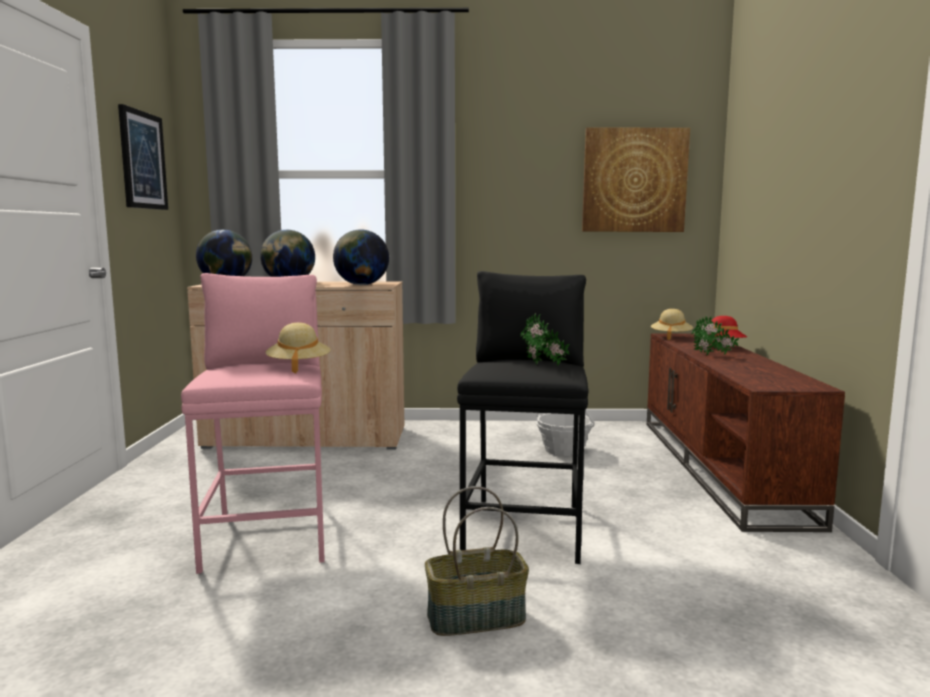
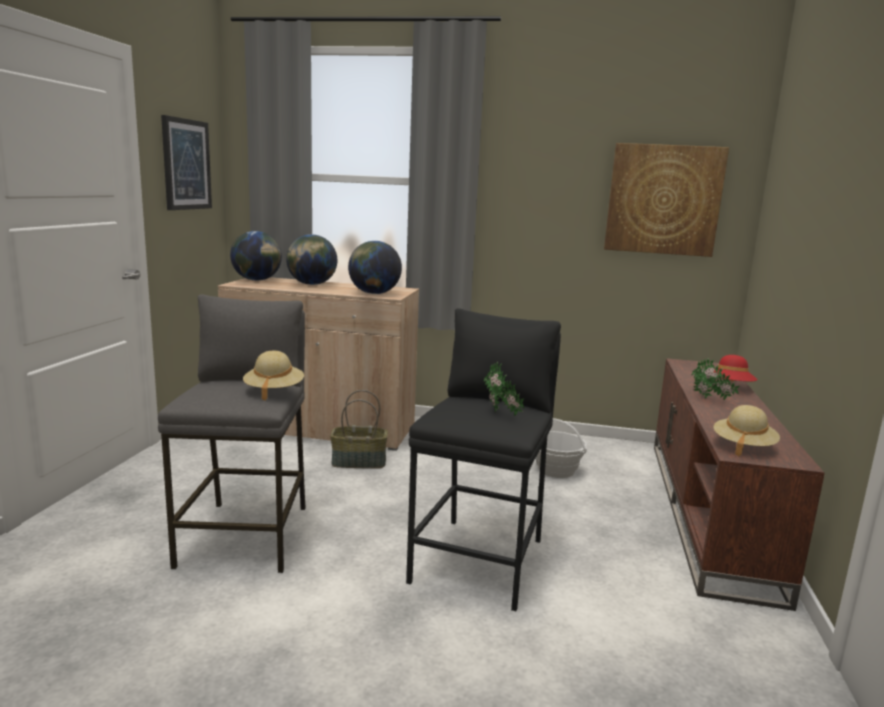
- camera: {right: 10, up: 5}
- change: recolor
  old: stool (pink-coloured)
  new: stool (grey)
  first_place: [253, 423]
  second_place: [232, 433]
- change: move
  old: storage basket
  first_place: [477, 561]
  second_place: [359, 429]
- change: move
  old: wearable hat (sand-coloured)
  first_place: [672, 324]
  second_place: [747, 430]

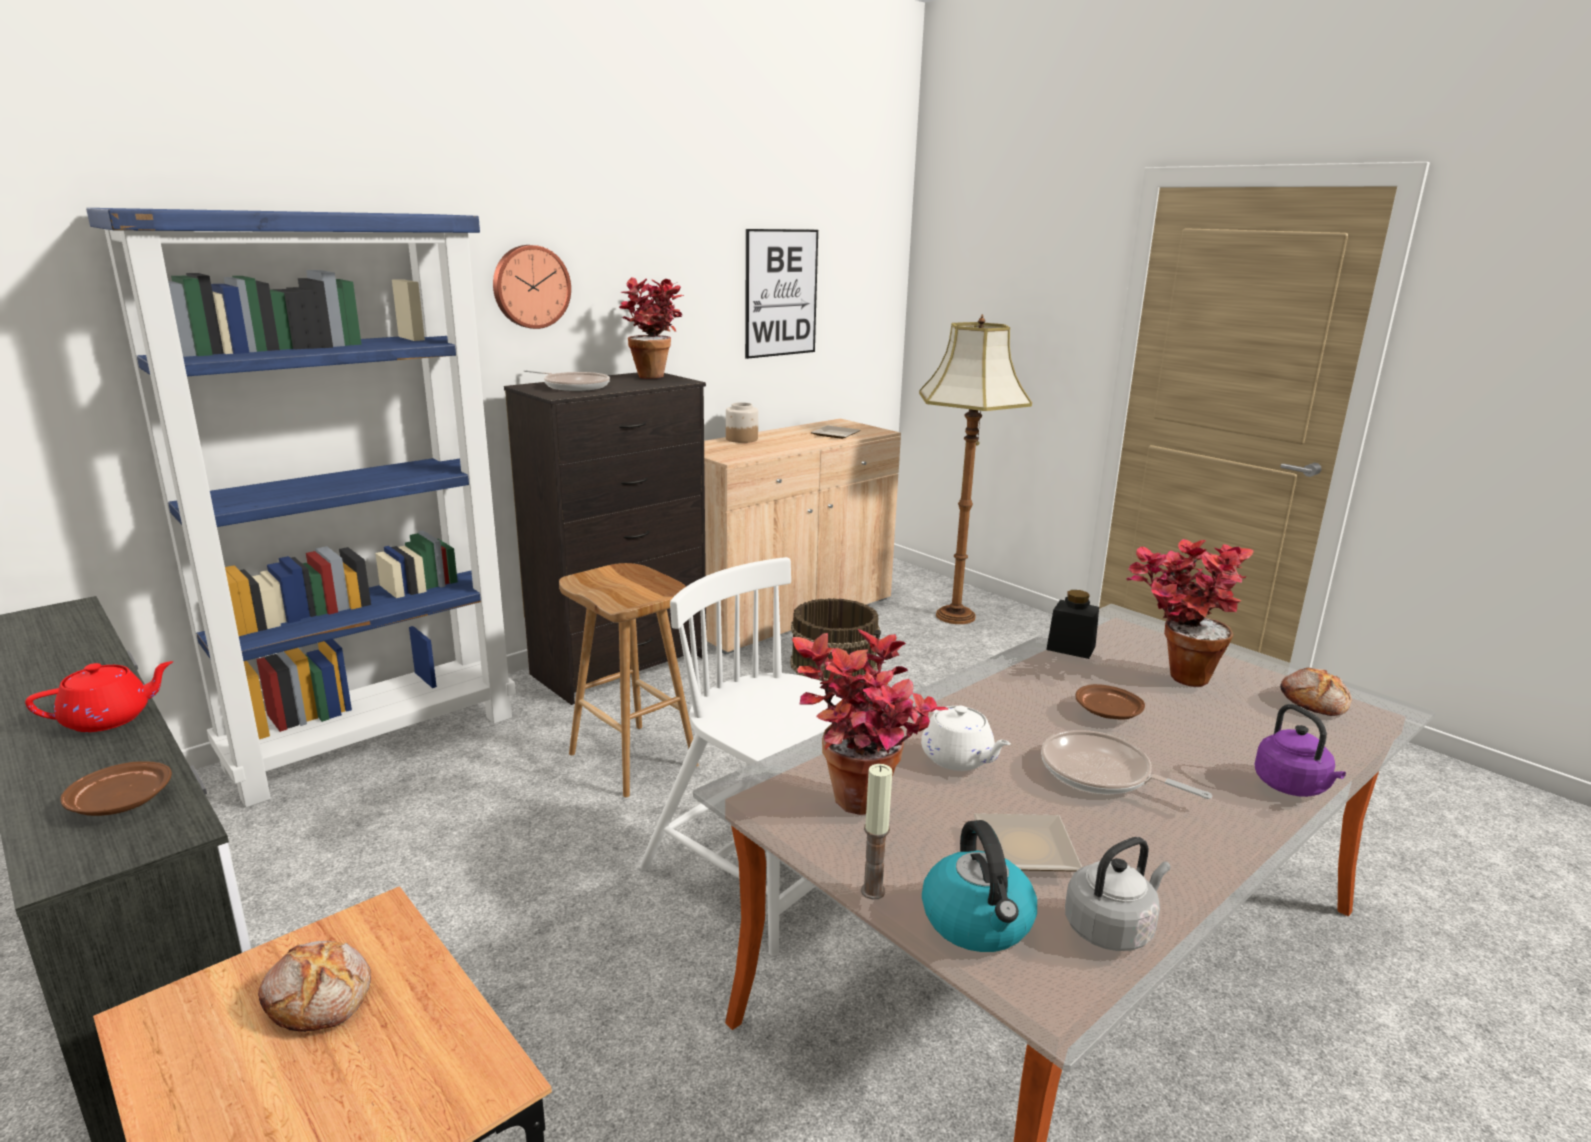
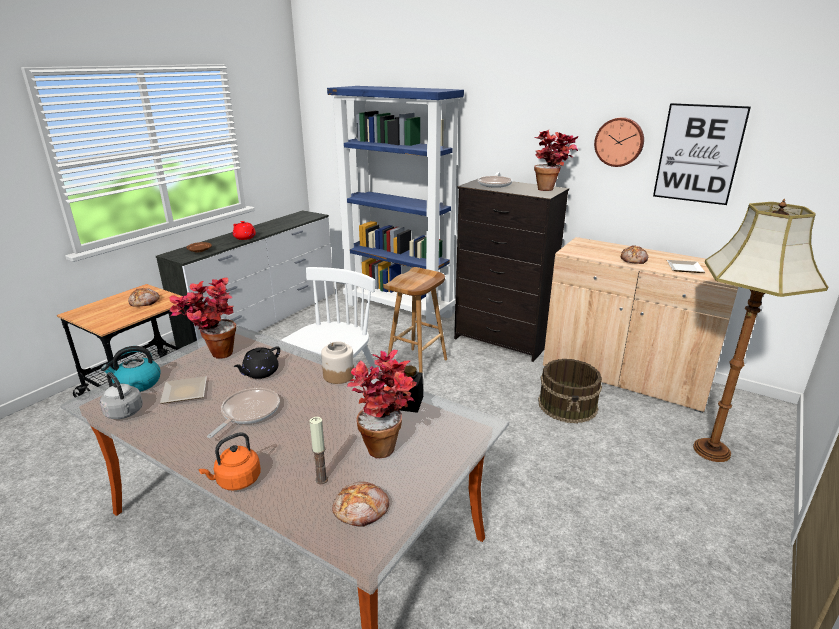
- camera: {right: 75, up: 5}
- change: recolor
  old: water kettle (purplish)
  new: water kettle (orange-coloured)
  first_place: [1300, 750]
  second_place: [230, 461]
- change: recolor
  old: teapot (white-coloured)
  new: teapot (black)
  first_place: [964, 738]
  second_place: [256, 362]
- change: move
  old: wax candle
  first_place: [876, 832]
  second_place: [319, 450]
- change: move
  old: preserve jar
  first_place: [742, 422]
  second_place: [337, 362]
- change: move
  old: clock on the wall
  first_place: [532, 287]
  second_place: [619, 142]
- change: insert
  new: bread
  second_place: [634, 254]
- change: delete
  old: dinner plate (brown)
  first_place: [1110, 701]

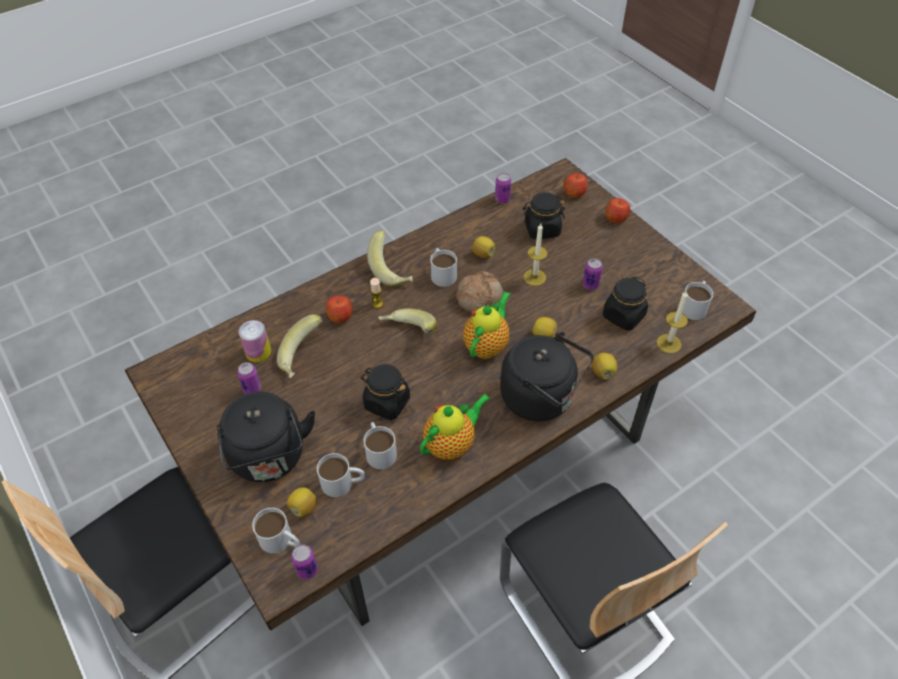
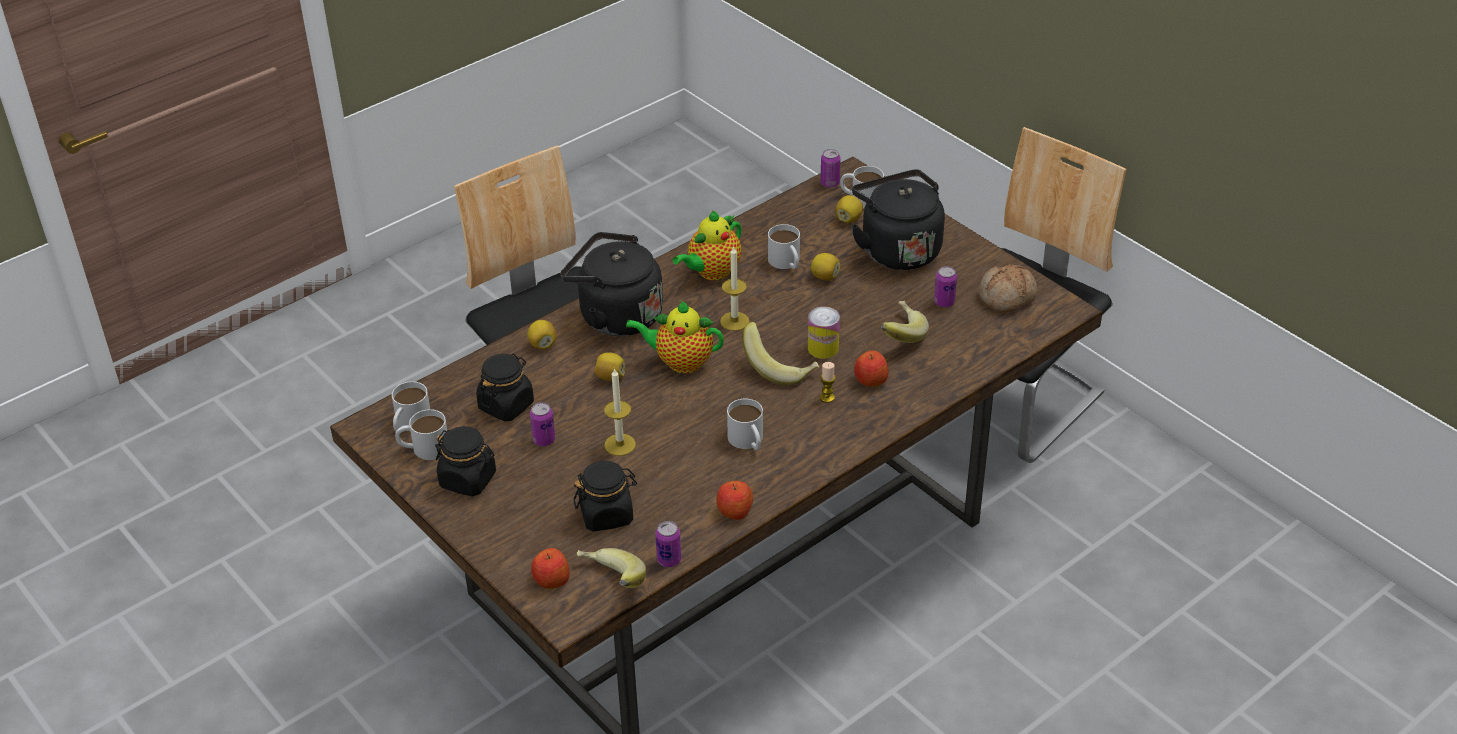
- camera: {right: 175, up: -10}
- change: move
  old: tea mug (white-coloured)
  first_place: [341, 475]
  second_place: [421, 434]
- change: move
  old: preserve jar (black)
  first_place: [385, 392]
  second_place: [465, 461]
- change: move
  old: whole banana
  first_place: [390, 258]
  second_place: [611, 568]
- change: rotate
  old: teapot
  first_place: [487, 325]
  second_place: [675, 337]
  degrees: 75
- change: move
  old: apple fruit
  first_place: [618, 210]
  second_place: [735, 500]
- change: move
  old: wax candle
  first_place: [672, 321]
  second_place: [734, 288]
- change: move
  old: can
  first_place: [255, 341]
  second_place: [824, 333]
- change: move
  old: citrus fruit
  first_place: [483, 247]
  second_place: [825, 267]
- change: move
  old: bread
  first_place: [480, 291]
  second_place: [1008, 288]

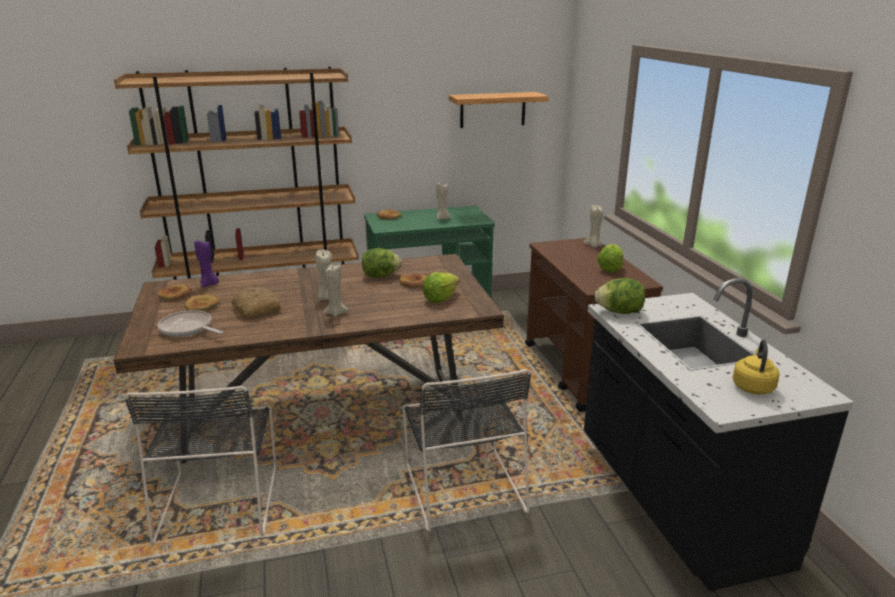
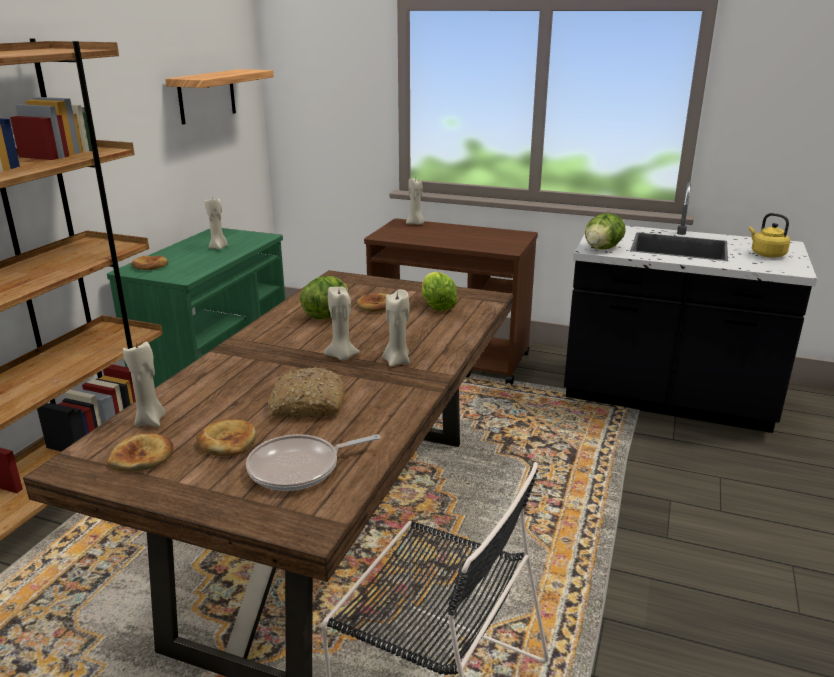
- camera: {right: -55, up: 0}
- change: recolor
  old: wax candle (purplish)
  new: wax candle (sand-coloured)
  first_place: [206, 263]
  second_place: [144, 384]
- change: delete
  old: plain chair (black)
  first_place: [467, 450]
- change: delete
  old: head of lettuce
  first_place: [610, 258]

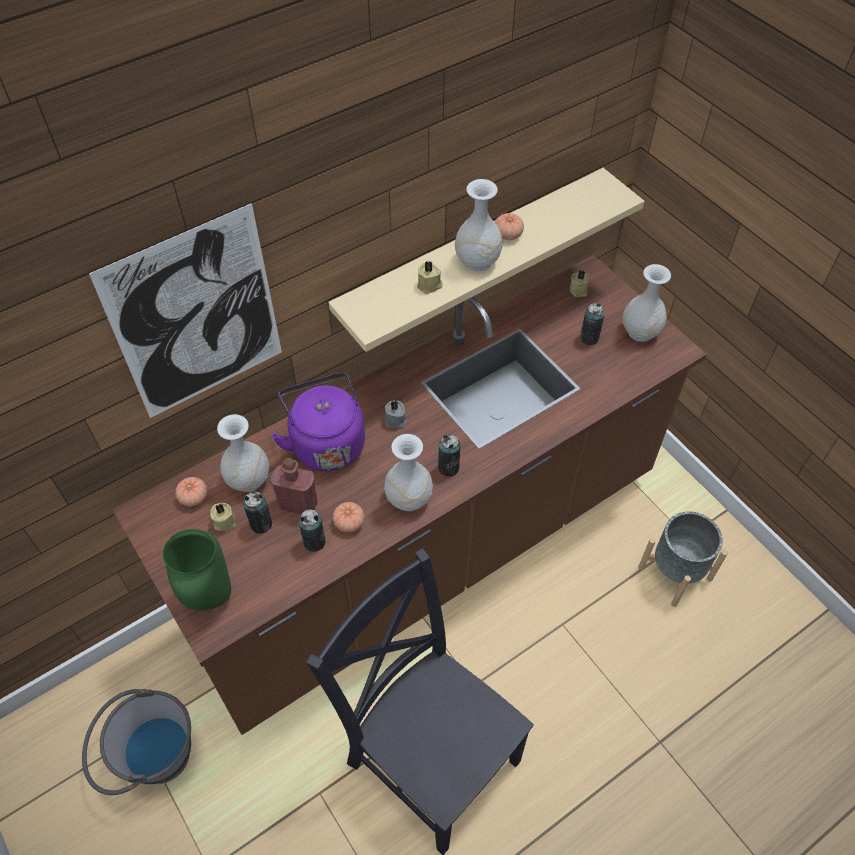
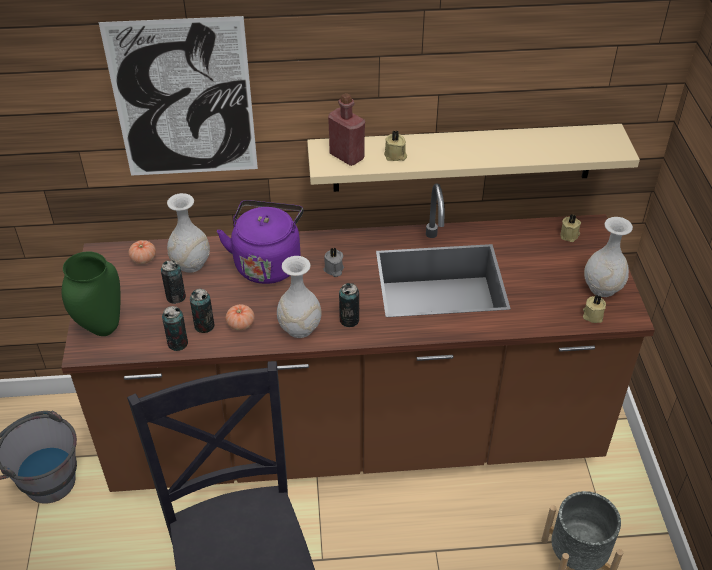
- camera: {right: 30, up: -10}
- change: move
  old: can
  first_place: [592, 324]
  second_place: [175, 328]
- change: move
  old: beverage bottle (red-coloured)
  first_place: [294, 486]
  second_place: [346, 129]
- change: move
  old: wax candle (sand-coloured)
  first_place: [223, 517]
  second_place: [594, 309]
- change: delete
  old: flower vase (white-coloured)
  first_place: [479, 225]
- change: delete
  old: fresh tomato
  first_place: [509, 226]

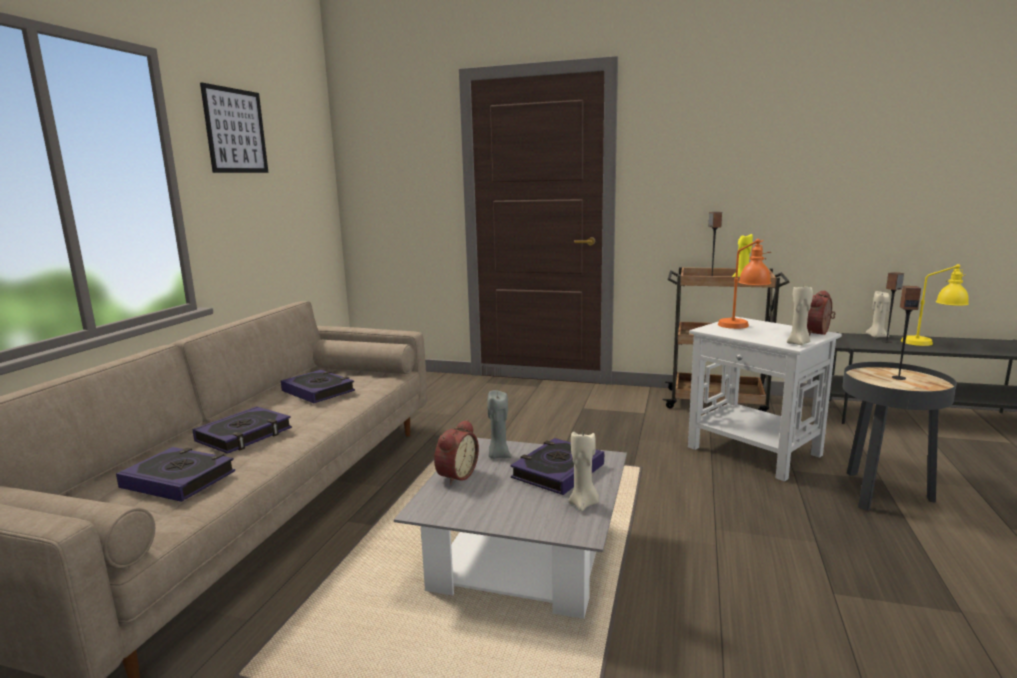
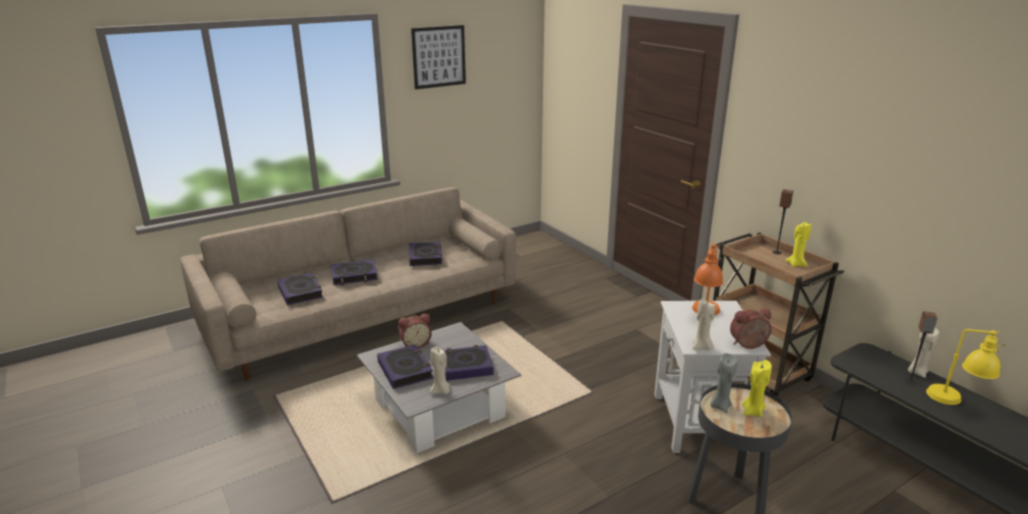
- camera: {right: 40, up: 10}
- change: insert
  new: book
  second_place: [405, 367]
- change: move
  old: wax candle (grey)
  first_place: [499, 424]
  second_place: [723, 383]
- change: replace
  old: loudspeaker
  new: wax candle (yellow)
  first_place: [906, 333]
  second_place: [757, 388]

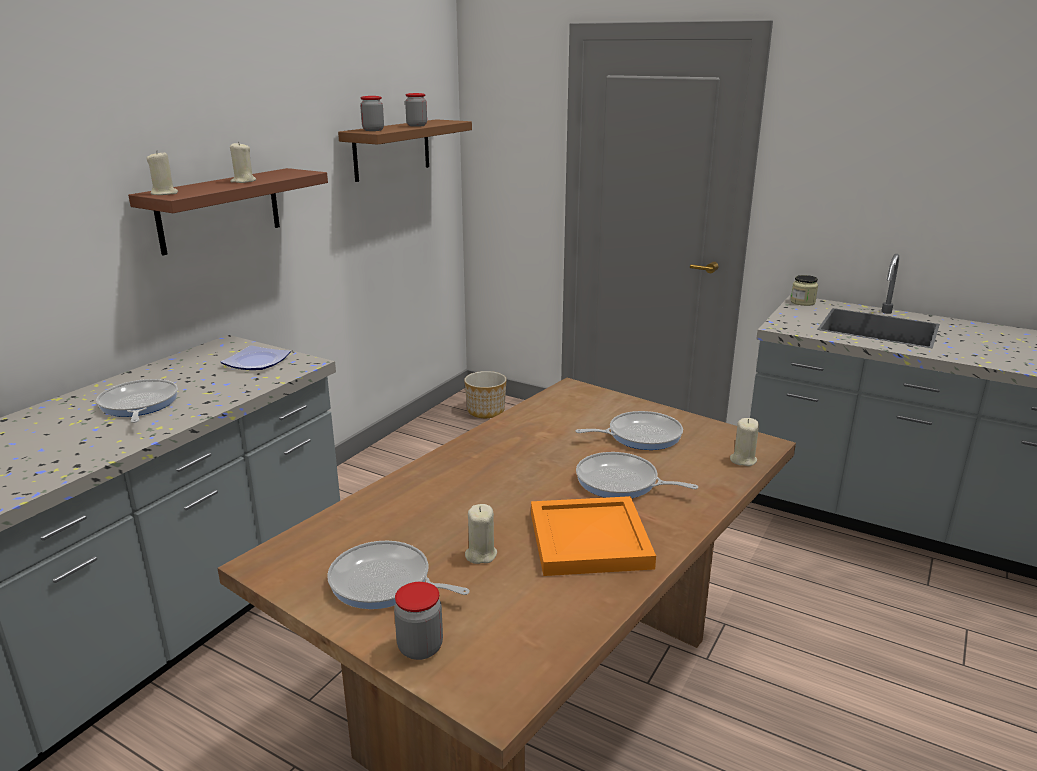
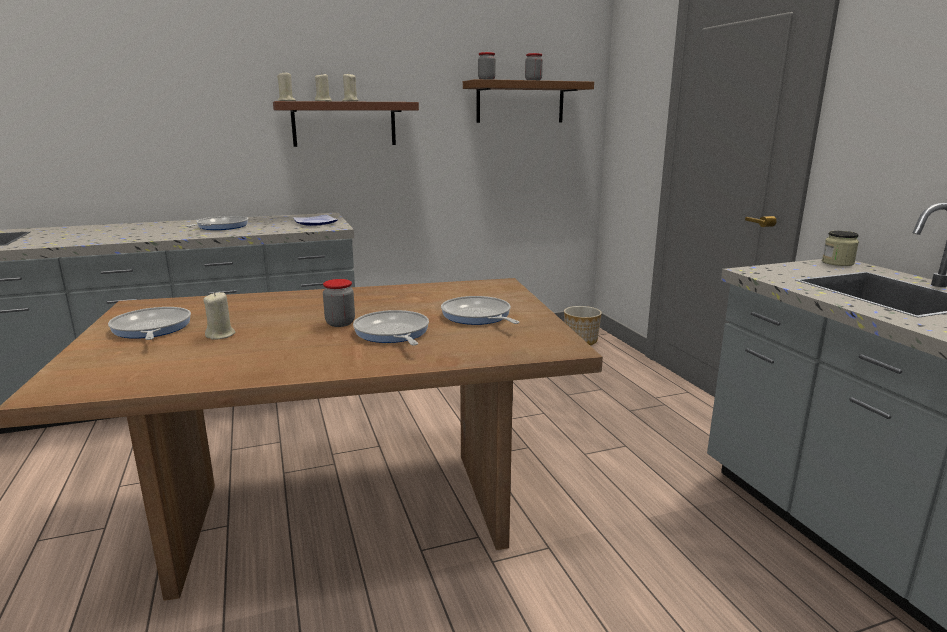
- camera: {right: 40, up: -5}
- change: move
  old: wax candle (sand-coloured)
  first_place: [744, 442]
  second_place: [323, 87]
- change: move
  old: preserve jar
  first_place: [418, 621]
  second_place: [339, 303]
- change: rotate
  old: pan
  first_place: [629, 430]
  second_place: [480, 310]
  degrees: -150
- change: delete
  old: tray (orange-coloured)
  first_place: [593, 536]

